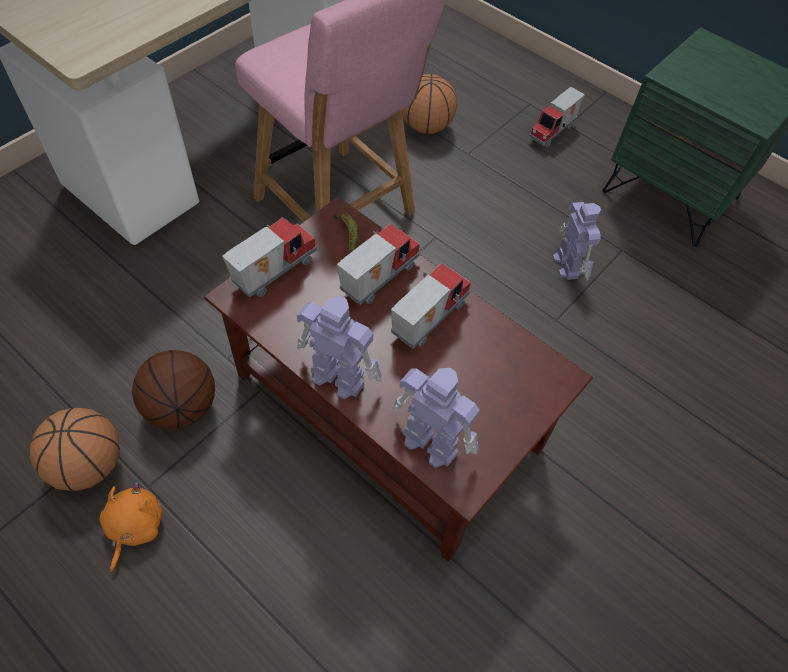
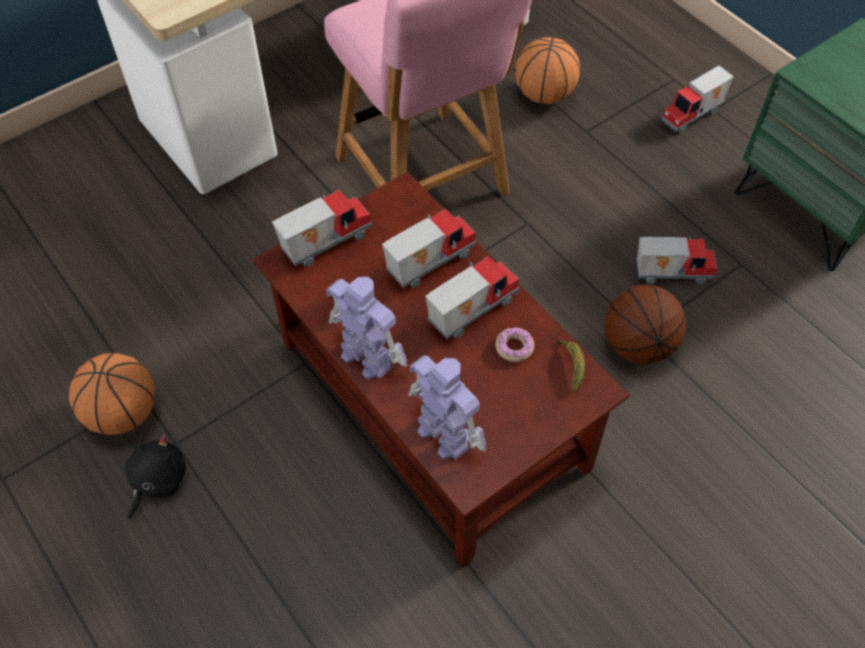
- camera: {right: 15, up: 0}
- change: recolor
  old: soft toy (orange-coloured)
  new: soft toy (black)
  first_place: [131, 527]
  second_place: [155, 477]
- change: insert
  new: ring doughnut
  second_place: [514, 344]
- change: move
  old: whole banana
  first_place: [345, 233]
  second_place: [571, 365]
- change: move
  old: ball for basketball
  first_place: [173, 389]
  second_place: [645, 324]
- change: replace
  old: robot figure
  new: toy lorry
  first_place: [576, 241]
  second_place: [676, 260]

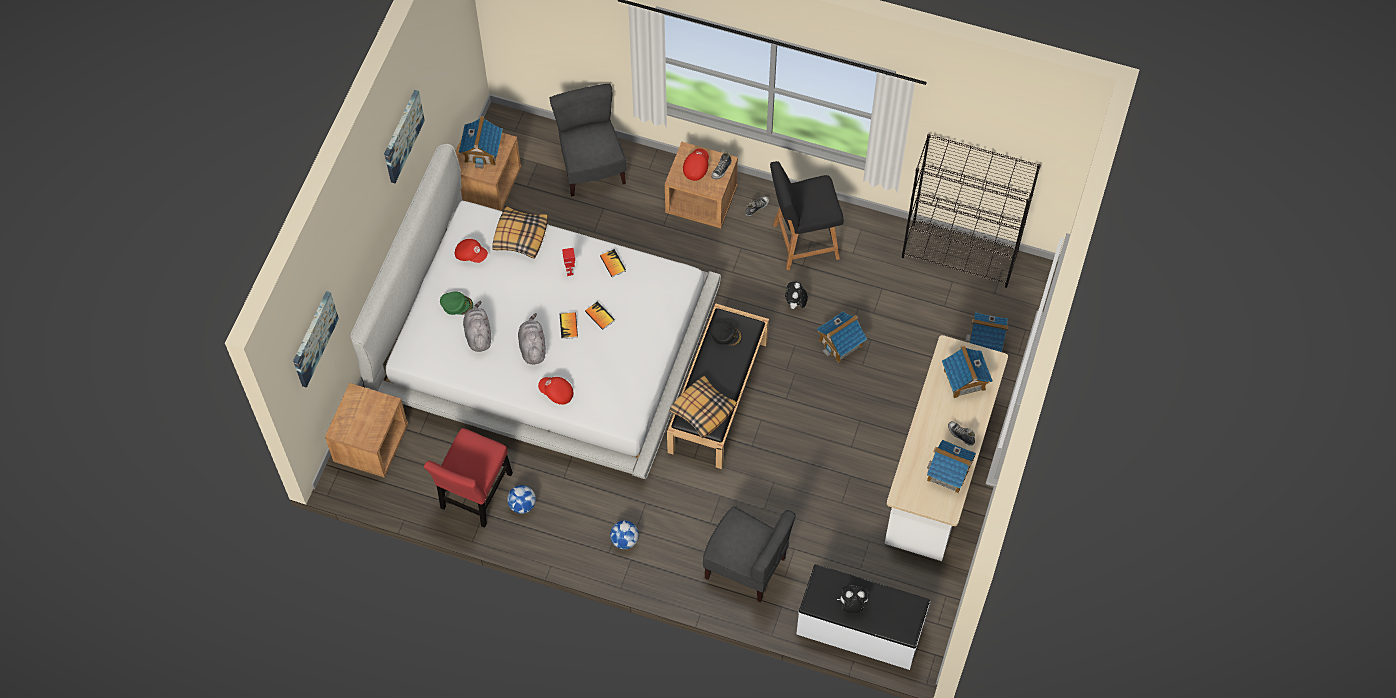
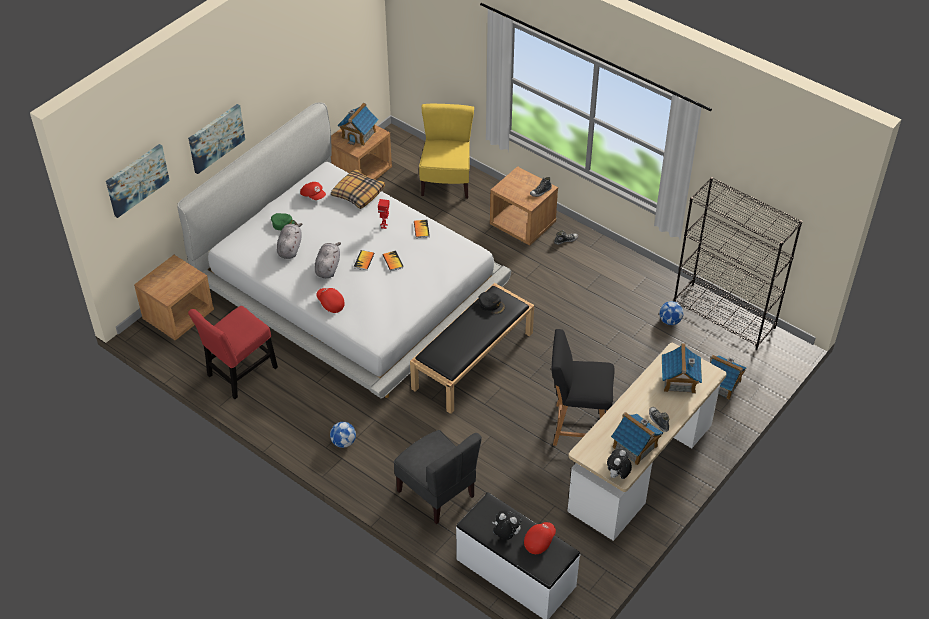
- camera: {right: 20, up: -15}
- change: move
  old: picture
  first_place: [404, 136]
  second_place: [216, 139]
- change: recolor
  old: plain chair (grey)
  new: plain chair (yellow)
  first_place: [587, 140]
  second_place: [446, 151]
- change: move
  old: baseball cap (red-coloured)
  first_place: [696, 164]
  second_place: [540, 538]
- change: move
  old: stool (black)
  first_place: [806, 215]
  second_place: [583, 387]
- change: move
  old: soft toy
  first_place: [796, 296]
  second_place: [619, 464]
- change: move
  old: ball for football
  first_place: [521, 499]
  second_place: [671, 313]
- change: delete
  old: throw pillow
  first_place: [703, 407]
- change: delete
  old: toy house
  first_place: [842, 337]

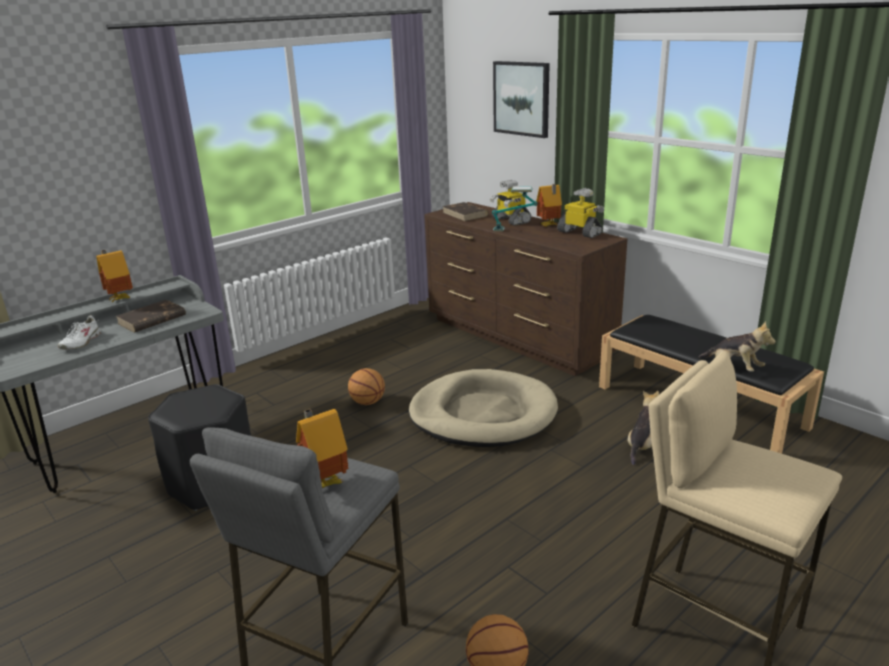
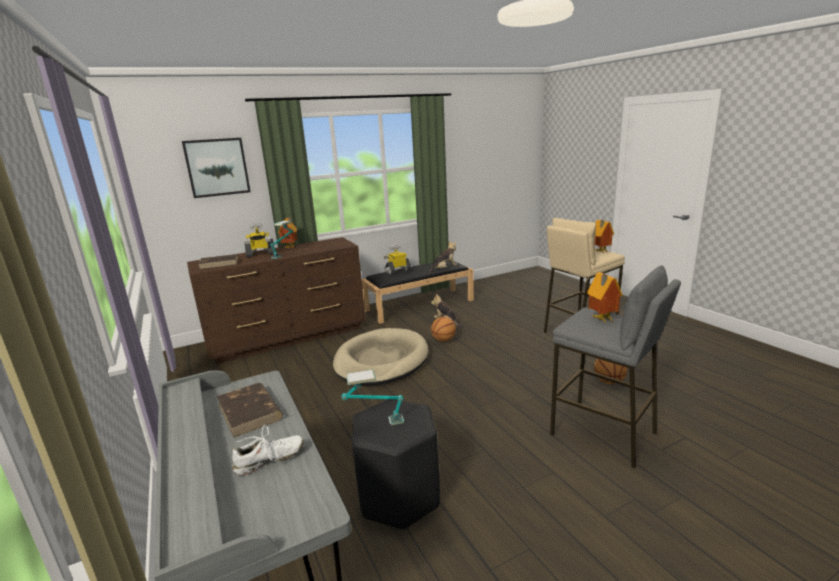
- camera: {right: -75, up: -5}
- change: rotate
  old: low shoe (white-coloured)
  first_place: [79, 332]
  second_place: [268, 450]
  degrees: -60
- change: insert
  new: table lamp
  second_place: [372, 397]
- change: move
  old: robot figure
  first_place: [580, 213]
  second_place: [397, 259]
- change: move
  old: ball for basketball
  first_place: [366, 386]
  second_place: [443, 329]
- change: move
  old: toy house
  first_place: [114, 276]
  second_place: [604, 236]

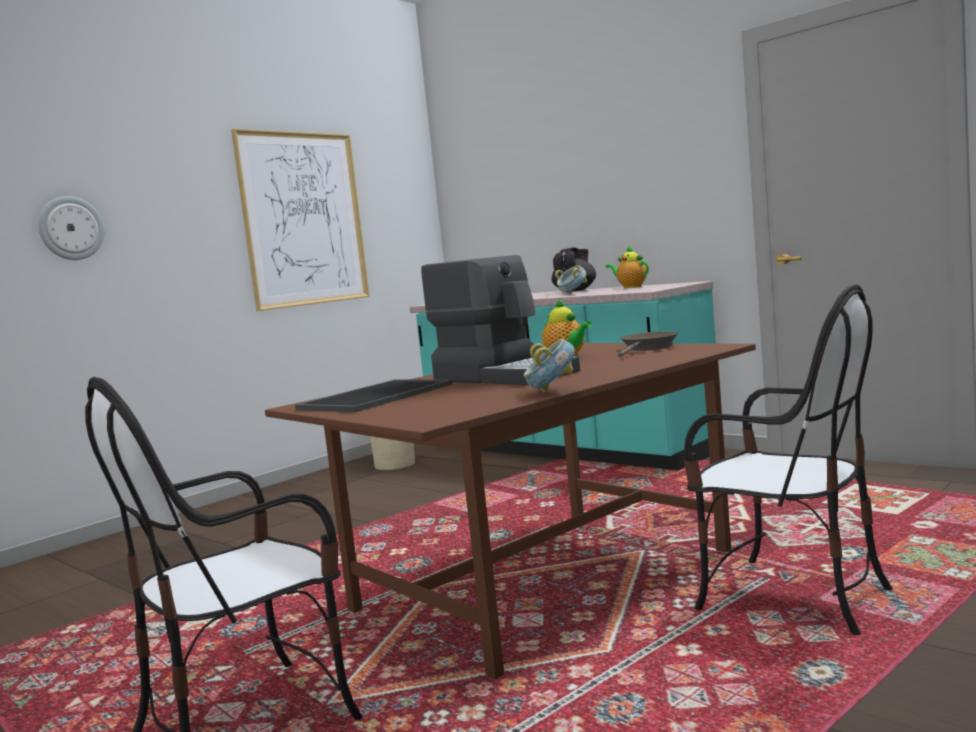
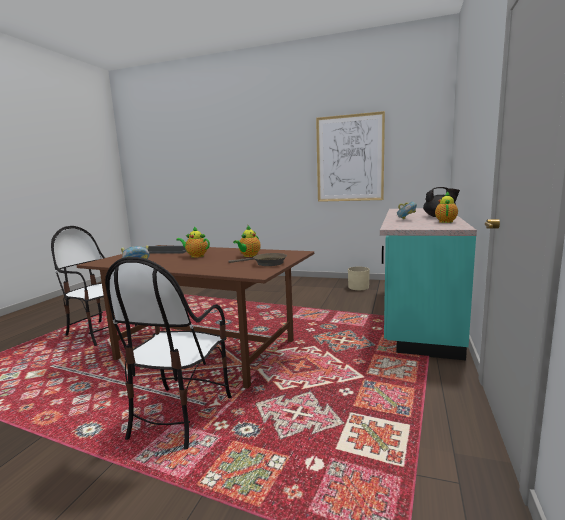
- camera: {right: 65, up: 5}
- change: replace
  old: coffee machine
  new: teapot
  first_place: [500, 320]
  second_place: [193, 242]
- change: delete
  old: clock on the wall
  first_place: [71, 228]

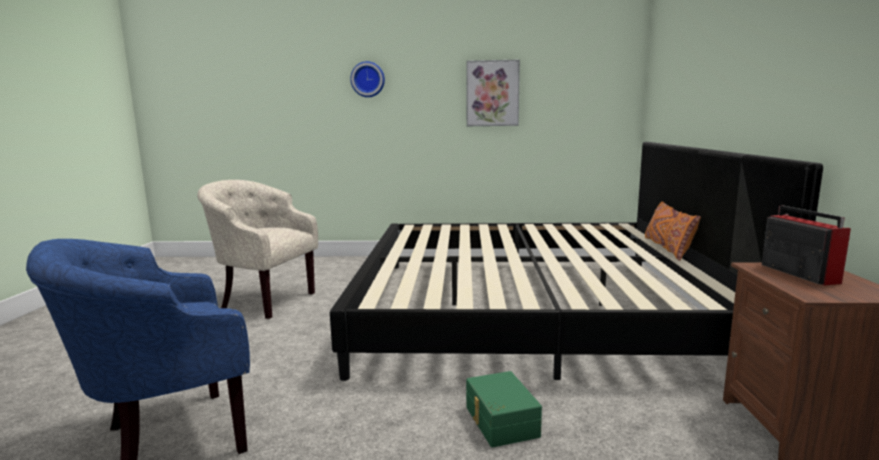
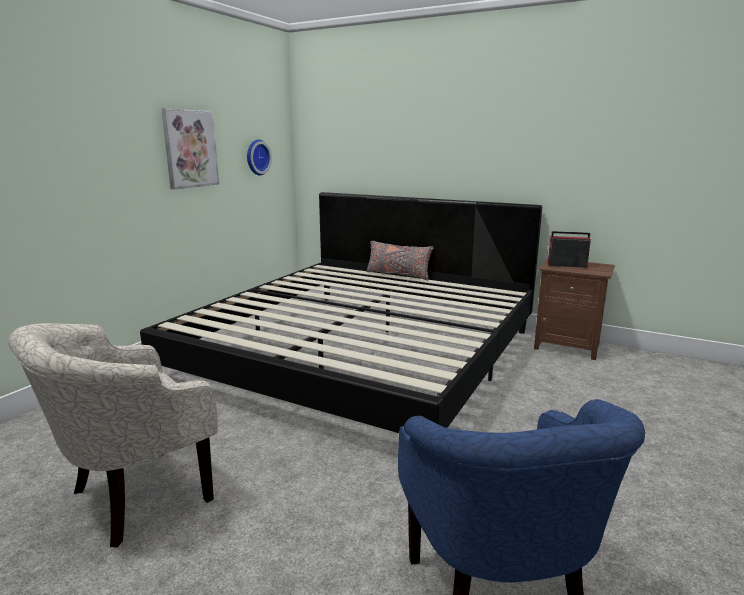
- camera: {right: -65, up: 5}
- change: move
  old: clock on the wall
  first_place: [367, 79]
  second_place: [259, 157]
- change: recolor
  old: throw pillow (orange-coloured)
  new: throw pillow (grey)
  first_place: [673, 231]
  second_place: [400, 261]
- change: delete
  old: storage container (green-coloured)
  first_place: [504, 409]

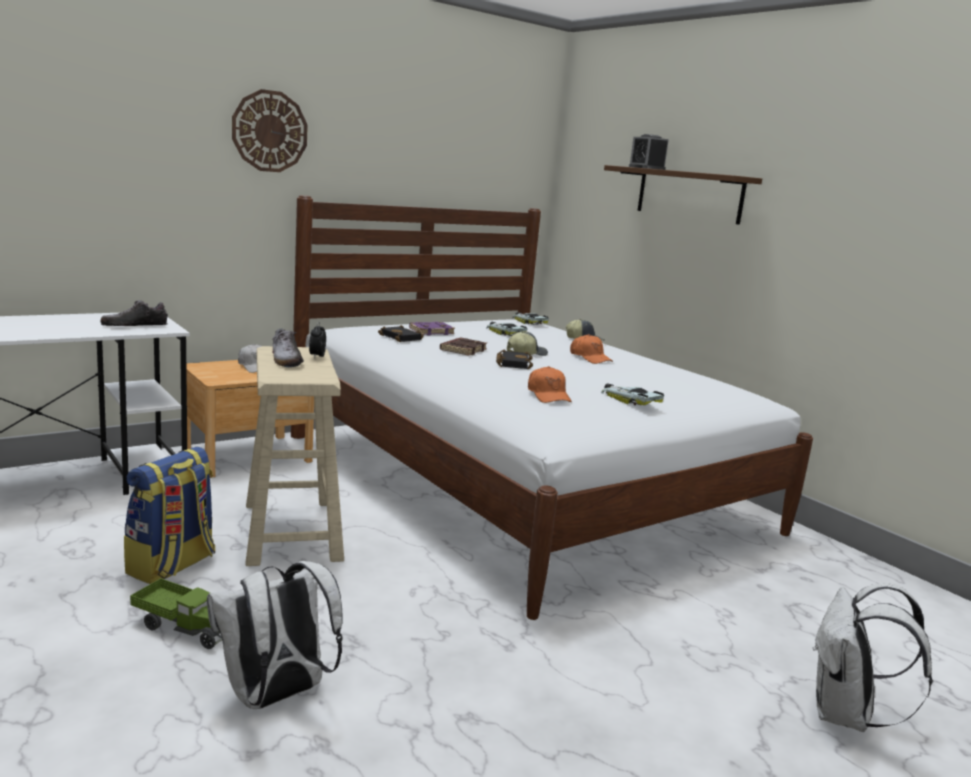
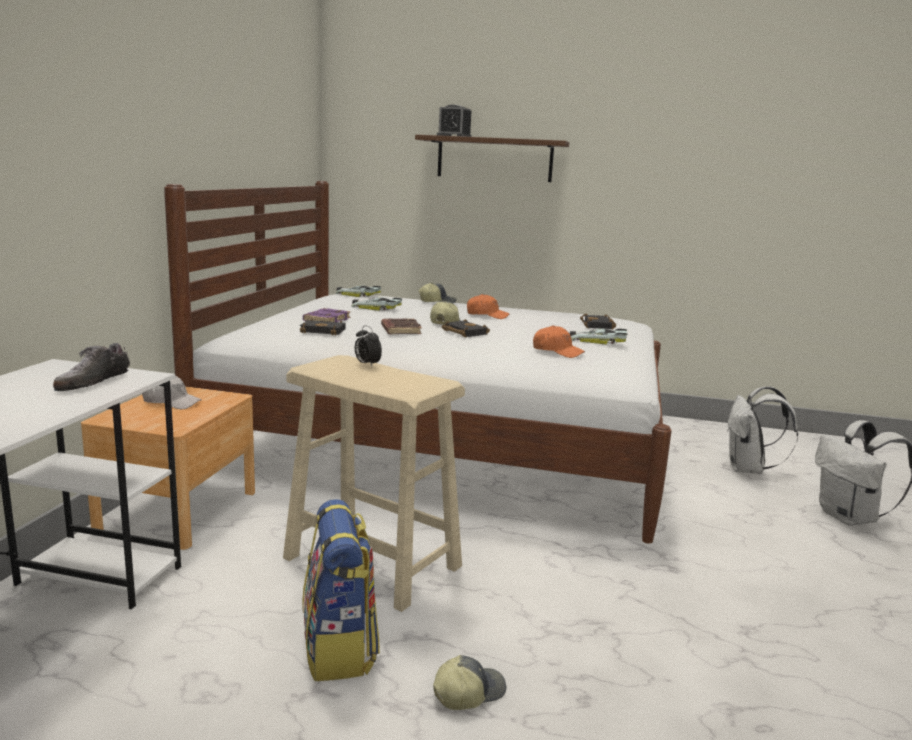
- camera: {right: -40, up: 0}
- change: replace
  old: toy lorry
  new: baseball cap
  first_place: [176, 613]
  second_place: [469, 682]
- change: insert
  new: book (black)
  second_place: [598, 321]
- change: move
  old: rucksack (white-coloured)
  first_place: [275, 635]
  second_place: [762, 430]
- change: delete
  old: clock on the wall
  first_place: [270, 130]
- change: delete
  old: low shoe
  first_place: [288, 348]

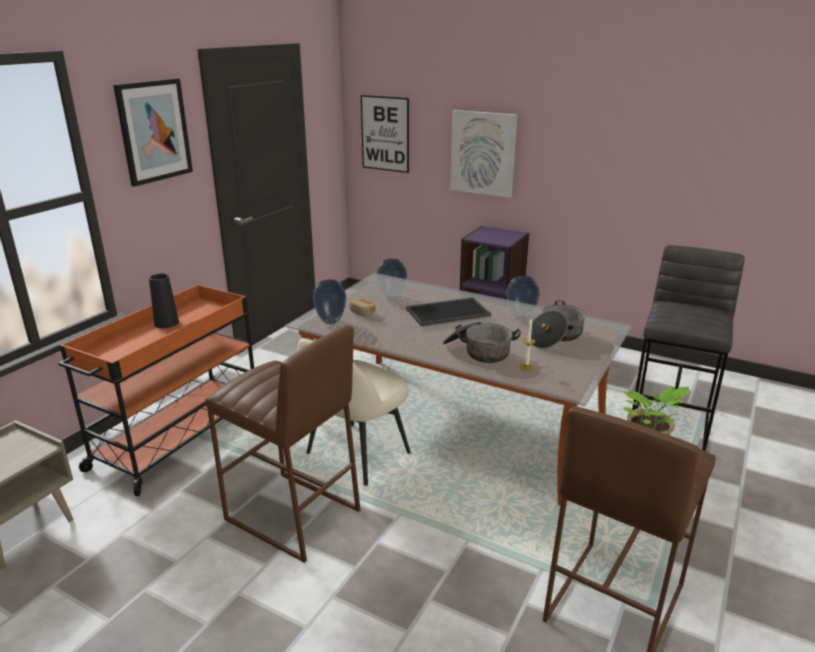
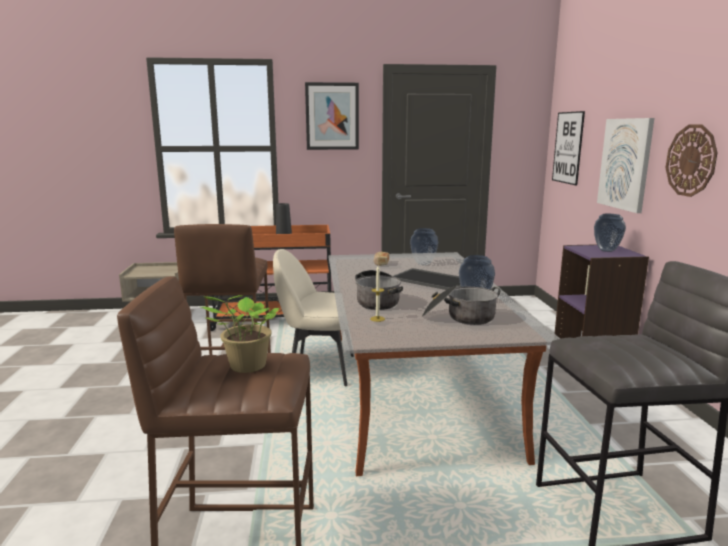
- camera: {right: 55, up: -10}
- change: move
  old: flower vase
  first_place: [329, 302]
  second_place: [610, 233]
- change: insert
  new: clock on the wall
  second_place: [692, 161]

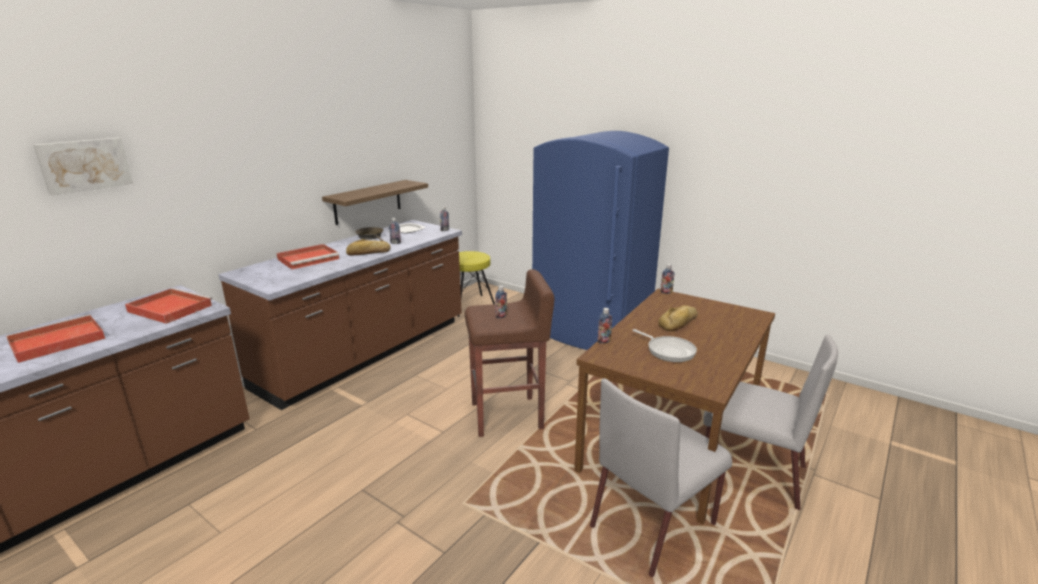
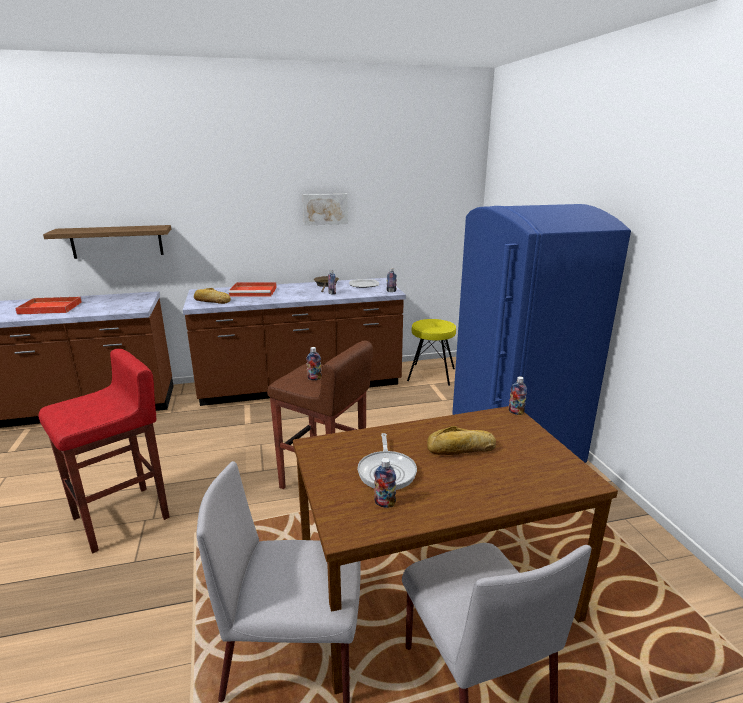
- camera: {right: 40, up: 0}
- change: insert
  new: stool (red-coloured)
  second_place: [104, 451]
- change: move
  old: wall shelf
  first_place: [375, 202]
  second_place: [107, 242]
- change: move
  old: bread
  first_place: [368, 247]
  second_place: [212, 296]
- change: move
  old: picture
  first_place: [83, 166]
  second_place: [325, 210]
- change: move
  old: beverage bottle
  first_place: [605, 326]
  second_place: [385, 483]
- change: delete
  old: tray (red-coloured)
  first_place: [169, 306]

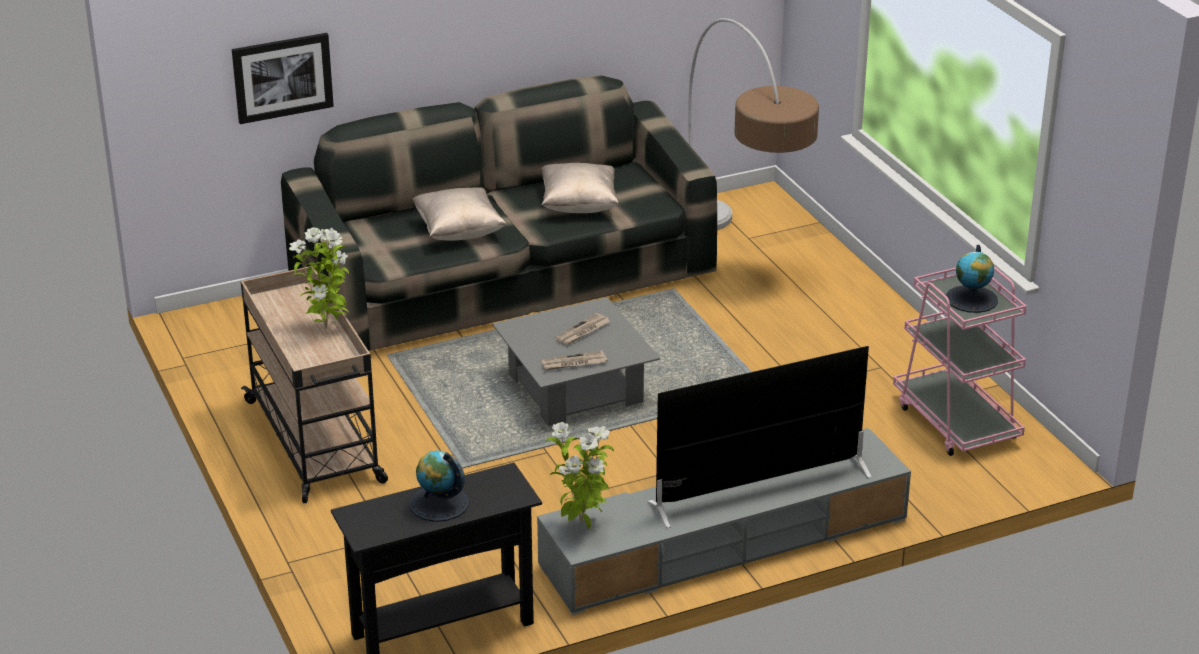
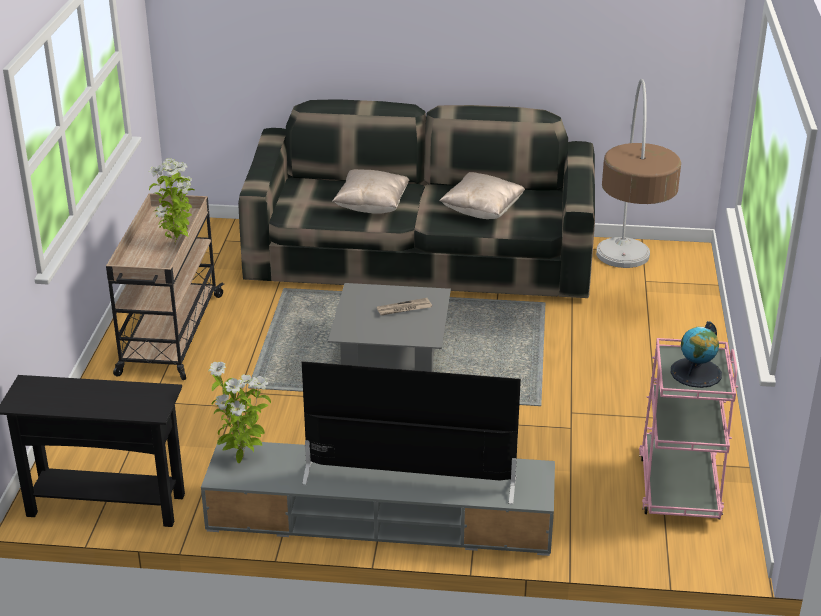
- camera: {right: 30, up: 0}
- change: delete
  old: picture
  first_place: [283, 78]
- change: delete
  old: globe
  first_place: [439, 486]
- change: delete
  old: newspaper
  first_place: [574, 360]

